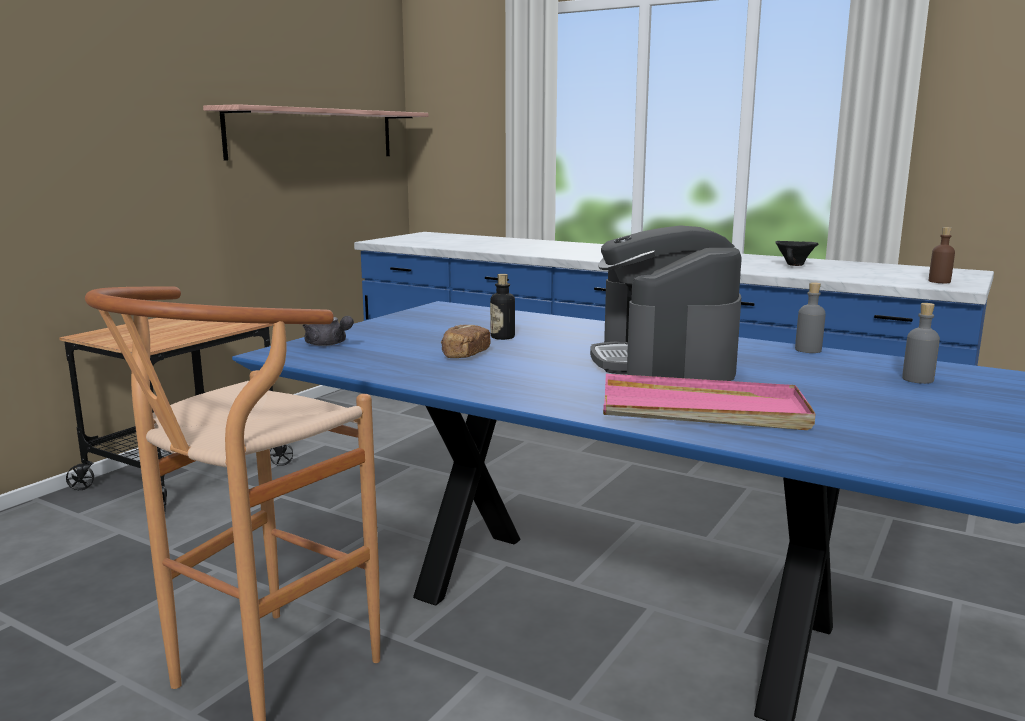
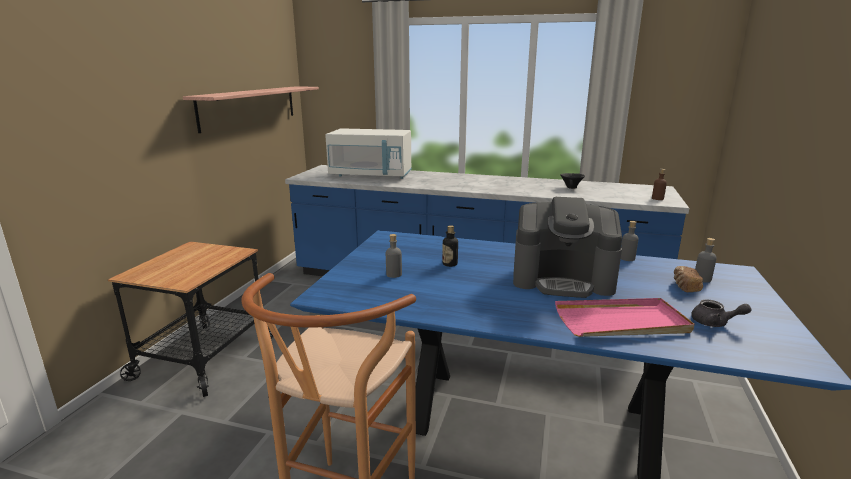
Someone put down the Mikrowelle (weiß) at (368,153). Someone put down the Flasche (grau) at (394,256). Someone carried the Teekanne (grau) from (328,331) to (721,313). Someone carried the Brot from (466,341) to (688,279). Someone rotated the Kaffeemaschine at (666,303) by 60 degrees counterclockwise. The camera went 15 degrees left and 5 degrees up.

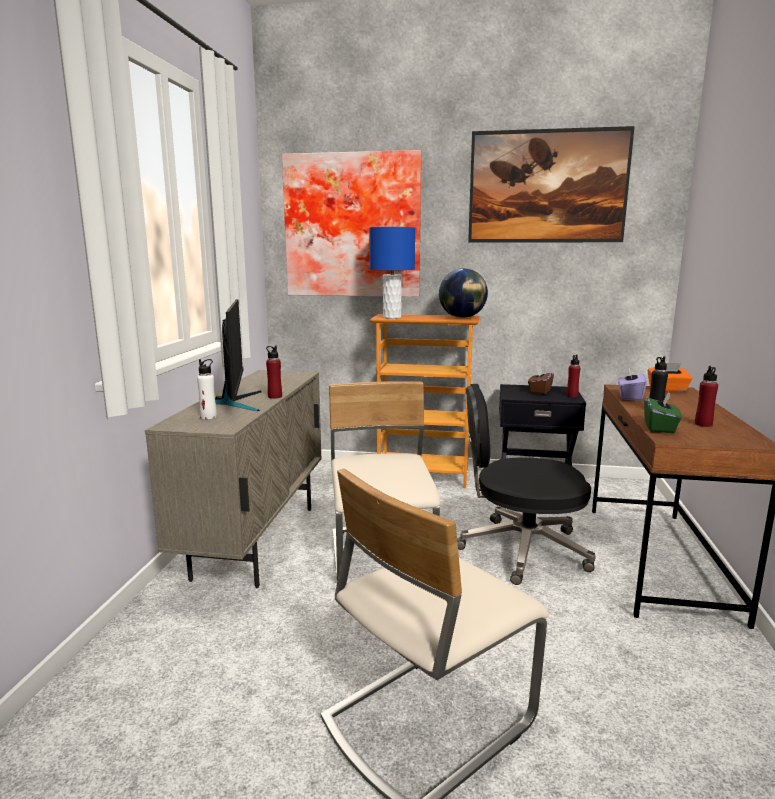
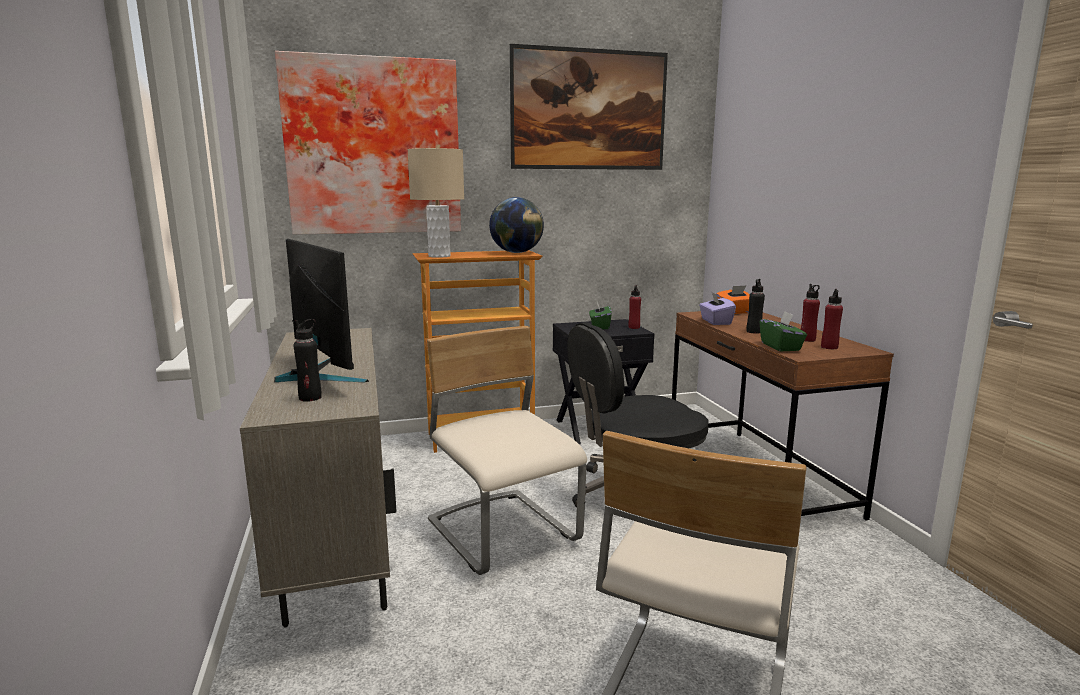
Someone carried the Flasche (rot) from (274,372) to (832,319). Someone repainted the Flasche (weiß) at (207,389), which became the Flasche (schwarz) at (308,360). Someone repainted the Tischlampe (blau) at (392,273), which became the Tischlampe (beige) at (435,203). Someone repainted the Taschentuchbox (braun) at (541,380), which became the Taschentuchbox (grün) at (600,315). The camera went 25 degrees left and 0 degrees up.

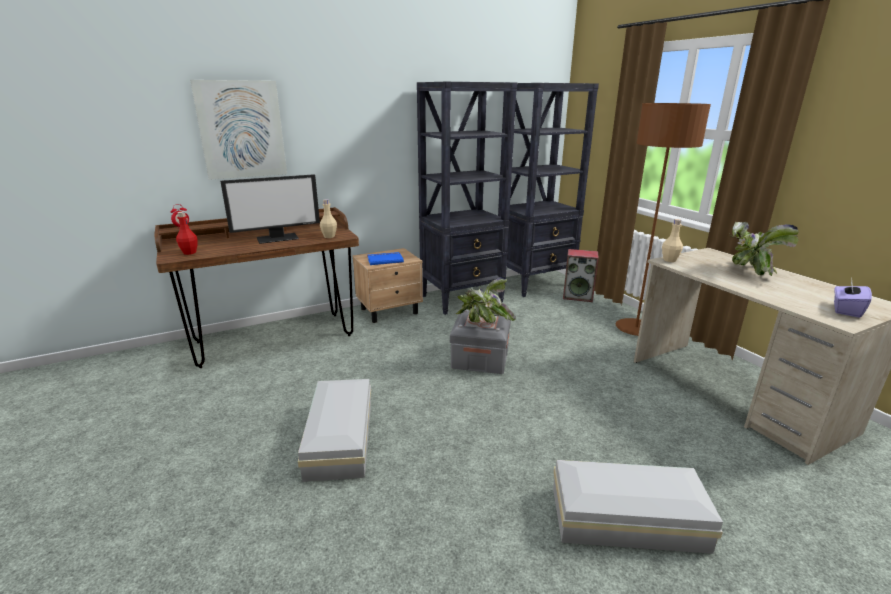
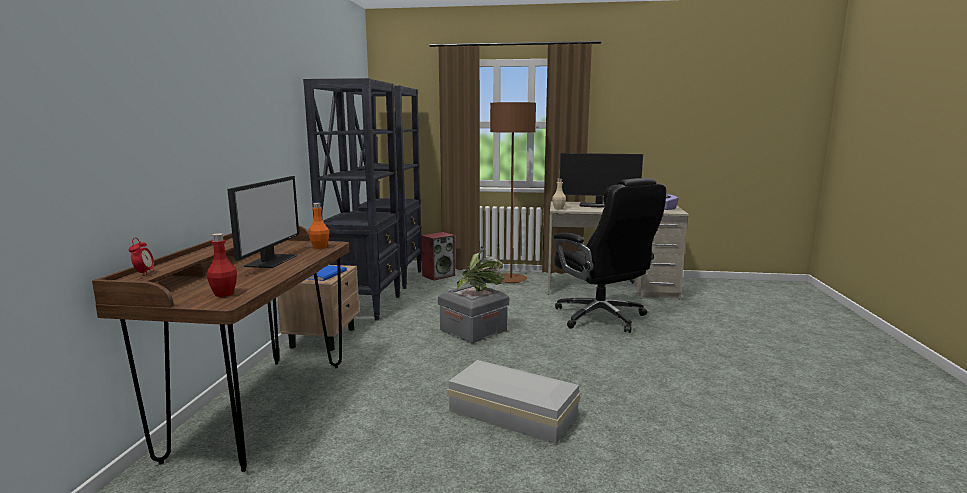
Someone took away the Bild at (238,130). Someone took away the Aufbewahrungsbox (weiß) at (638,507). Someone put down the Bürostuhl (schwarz) at (610,255). Someone swapped the Topfpflanze at (764,249) for the Monitor at (601,180). Someone repainted the Flasche (beige) at (328,218), which became the Flasche (orange) at (318,226). The camera went 55 degrees left and 10 degrees down.

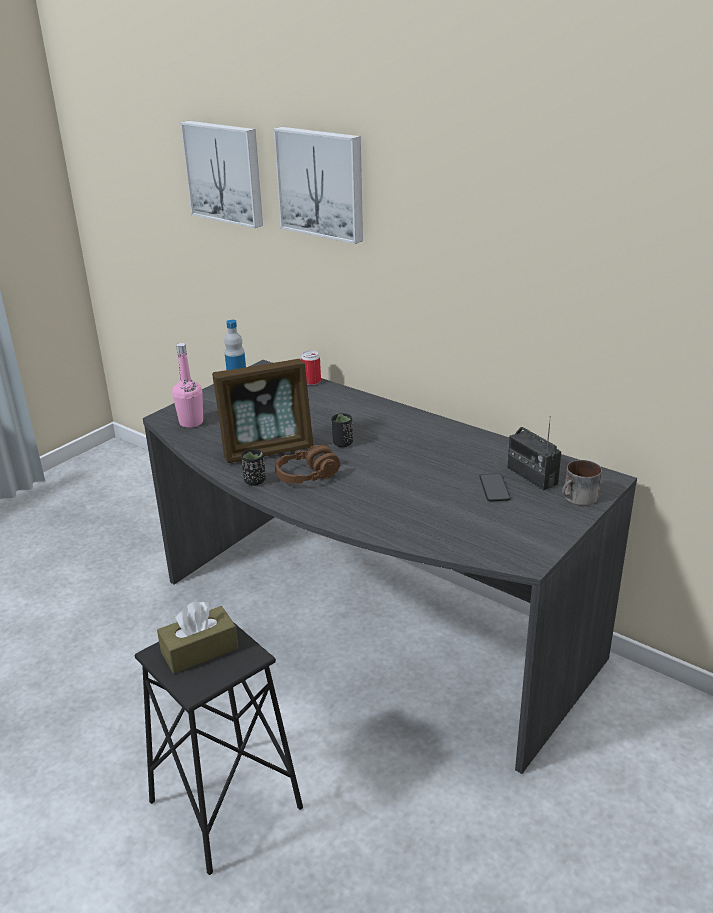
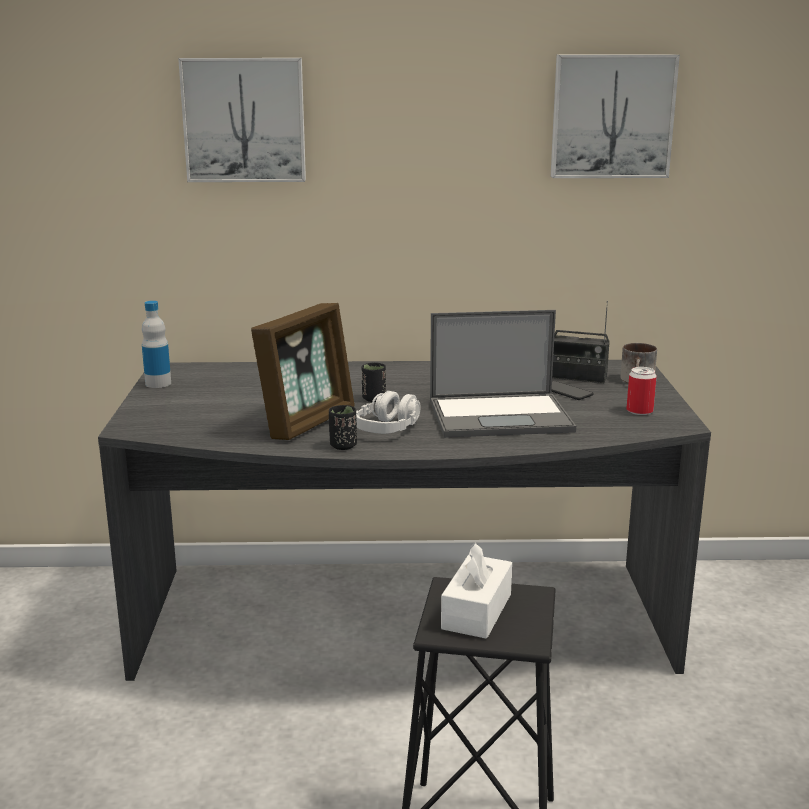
Someone took away the Flasche (rosa) at (187,385). Someone put down the Laptop at (503,374). Someone carried the Bild from (221,174) to (615,116). Someone carried the Dose from (311,367) to (641,391). Someone repainted the Taschentuchbox (braun) at (197,638), which became the Taschentuchbox (weiß) at (476,590). Someone repainted the Kopfhörer (braun) at (307,464), which became the Kopfhörer (grau) at (388,412). The camera went 40 degrees left and 10 degrees down.

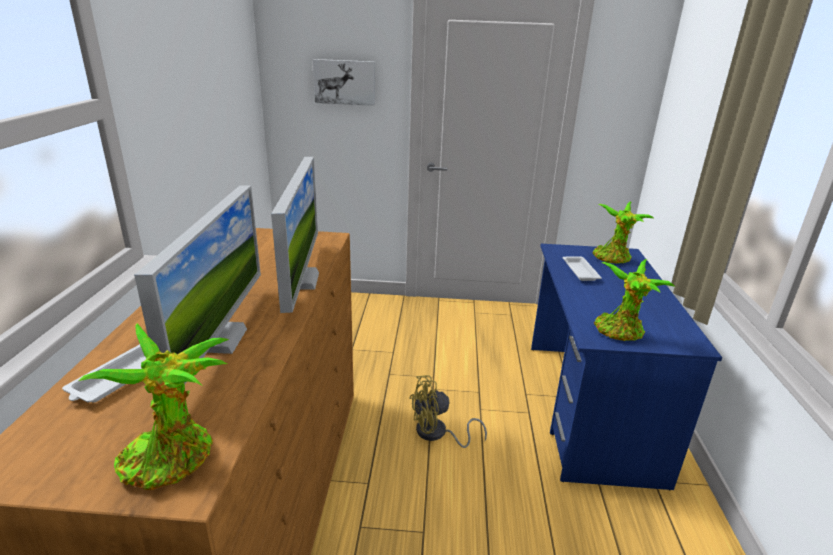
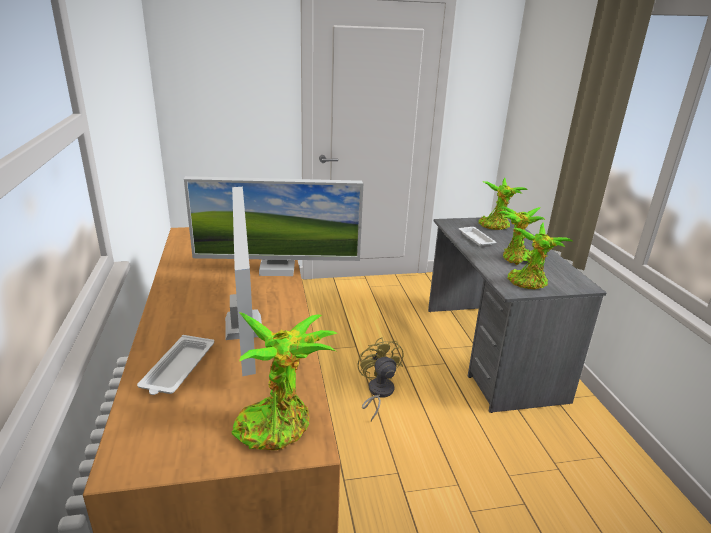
Someone took away the Bild at (344,82). Someone put down the Topfpflanze at (521,235). Someone repainted the Schreibtisch (blau) at (626,367), which became the Schreibtisch (grau) at (517,315). Someone rotated the Monitor at (295,235) by 105 degrees clockwise. Someone rotated the Ventilator (gelb) at (448,411) by 105 degrees clockwise. The camera went 15 degrees left and 0 degrees up.

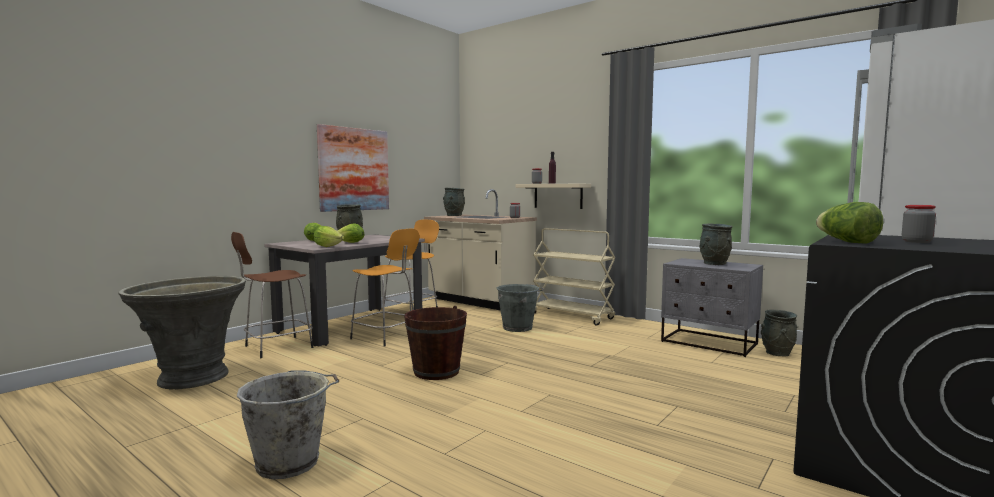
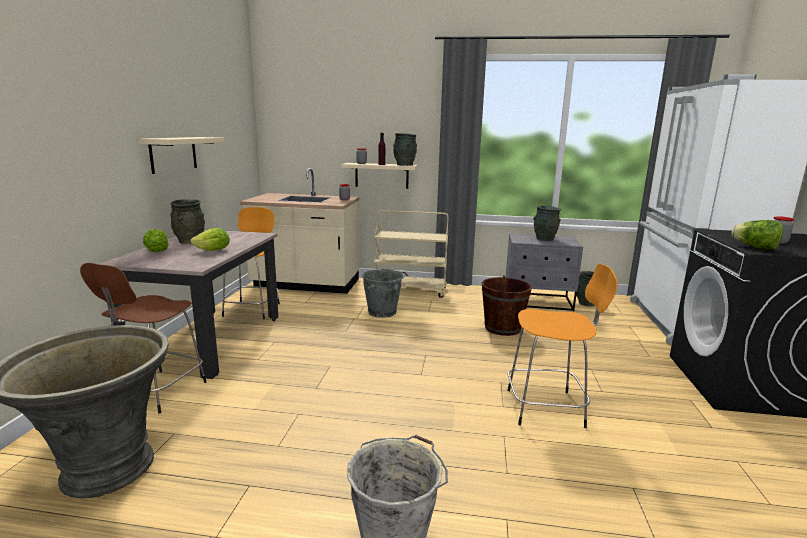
Someone took away the Salatkopf at (329,236). Someone carried the Hocker (orange) from (384,288) to (563,346). Someone carried the Eimer (braun) from (435,343) to (507,305). Someone carried the Vase (grau) from (454,202) to (405,149). Someone swapped the Bild at (353,168) for the Wandregal (beige) at (182,155). The camera went 30 degrees left and 10 degrees up.

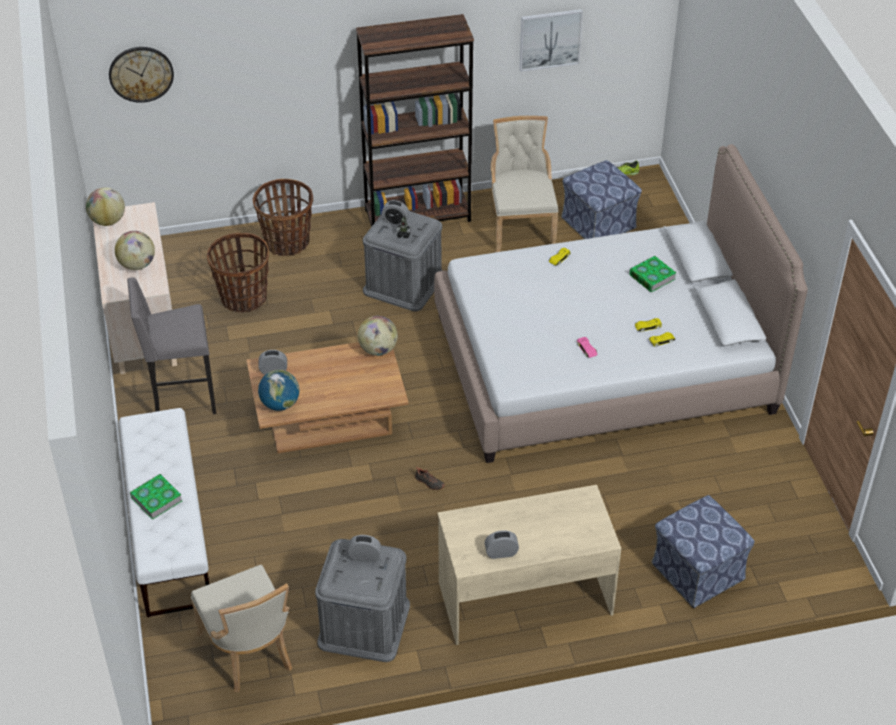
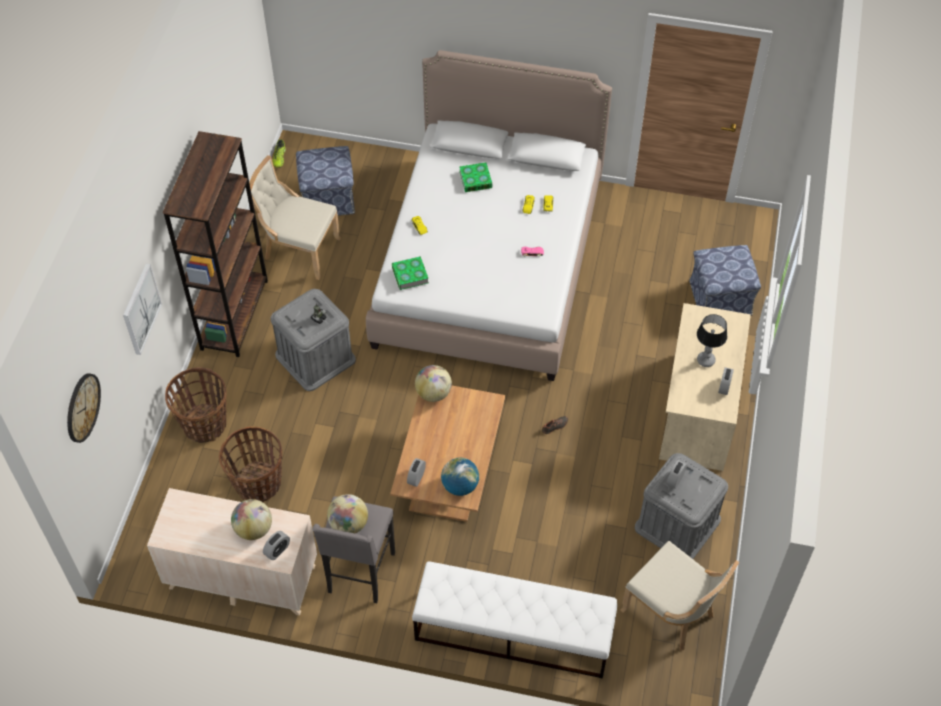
Someone put down the Tischlampe at (712,340). Someone carried the Globus from (105,206) to (347,513). Someone carried the Buch from (156,497) to (410,273). Someone carried the Wecker from (395,212) to (276,545). Someone carried the Bild from (551,40) to (142,309). Someone rotated the Stuhl (beige) at (241,628) by 45 degrees clockwise. The camera went 65 degrees left and 10 degrees up.

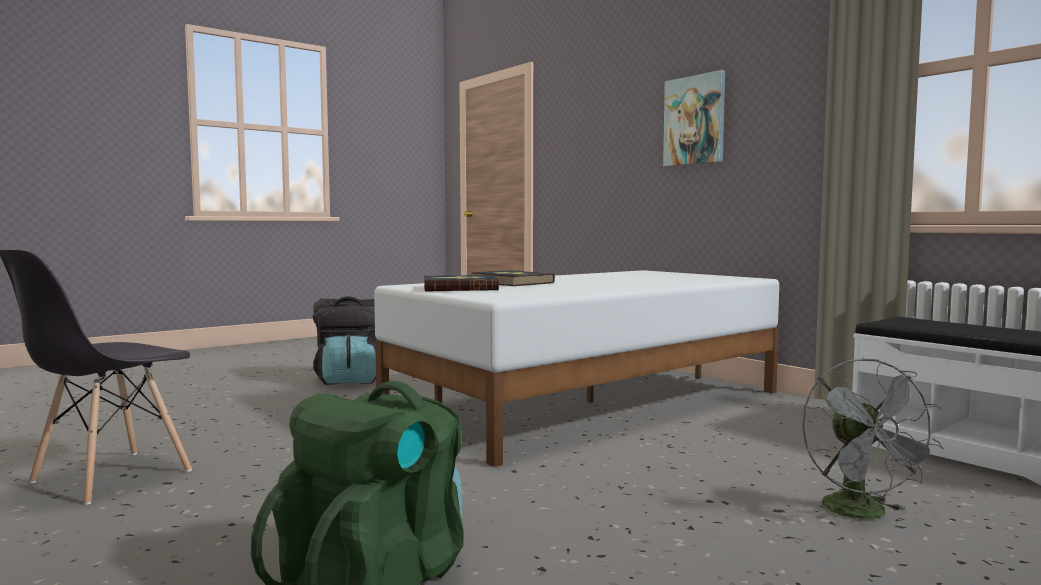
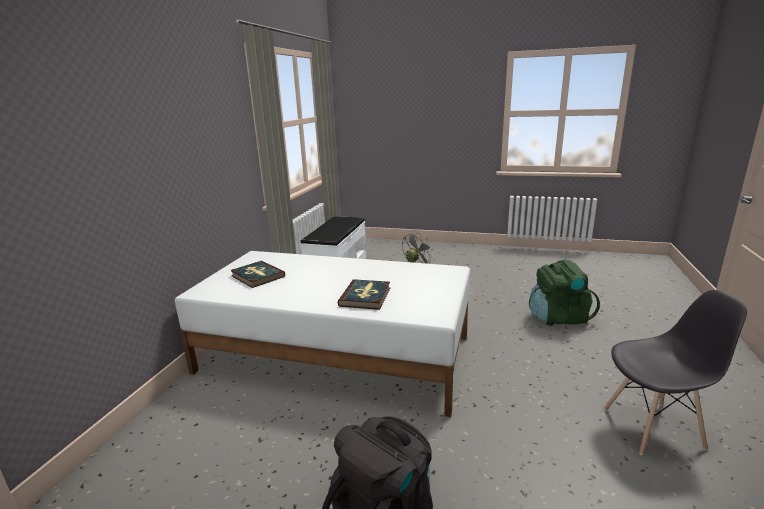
Someone took away the Bild at (694,118). Someone carried the Buch from (461,283) to (257,274). The camera went 125 degrees left and 15 degrees up.

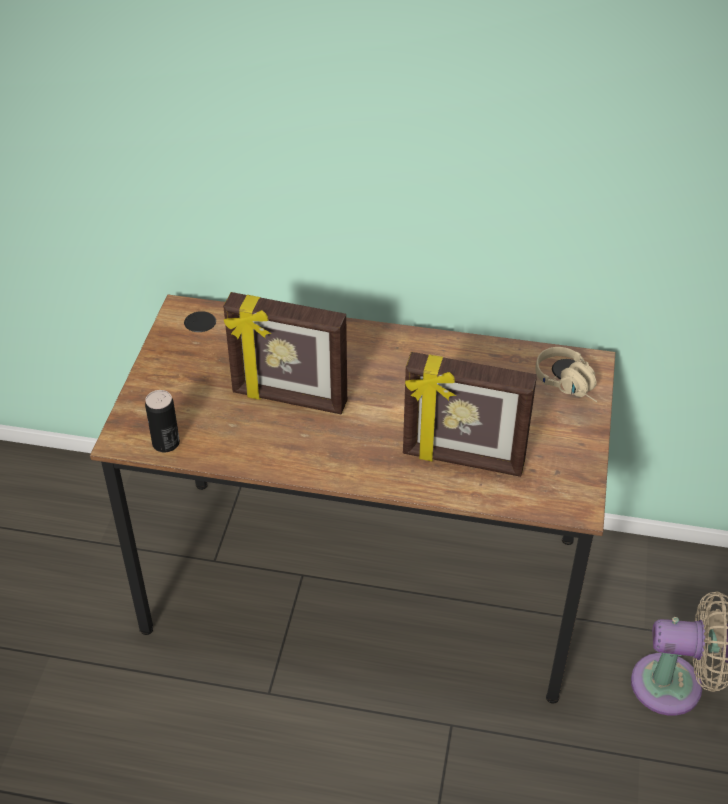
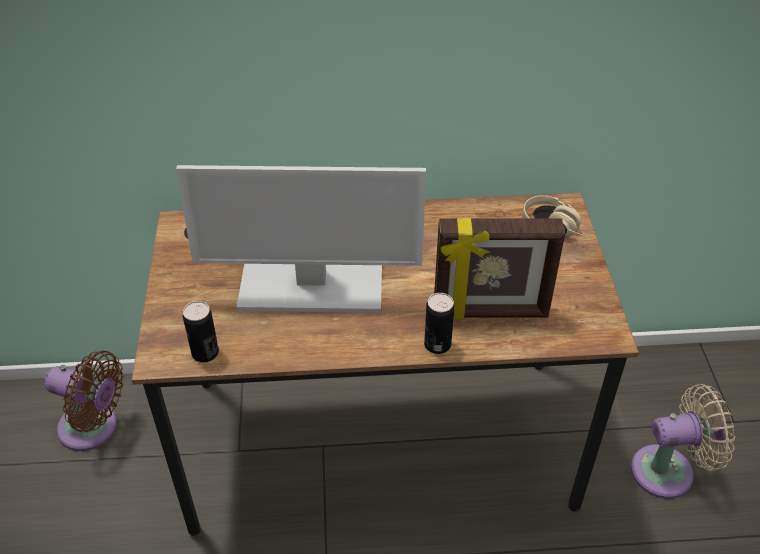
Someone put down the Ventilator (braun) at (84,401). Someone put down the Dose at (439,323). Someone swapped the Bilderrahmen at (285,353) for the Monitor at (301,239). The camera went 15 degrees left and 0 degrees up.

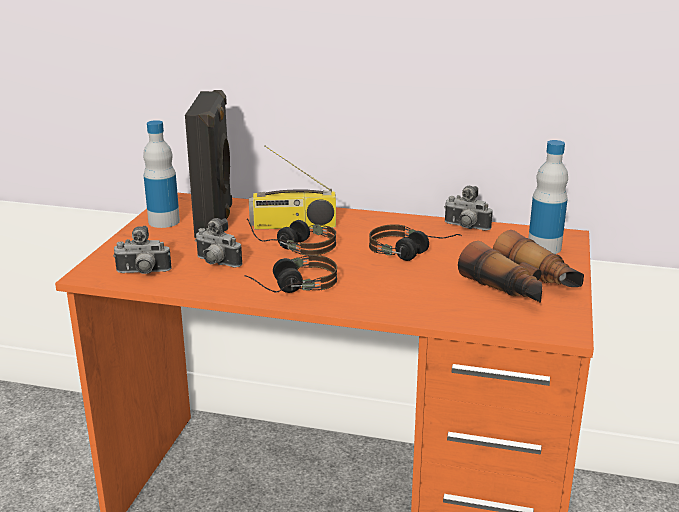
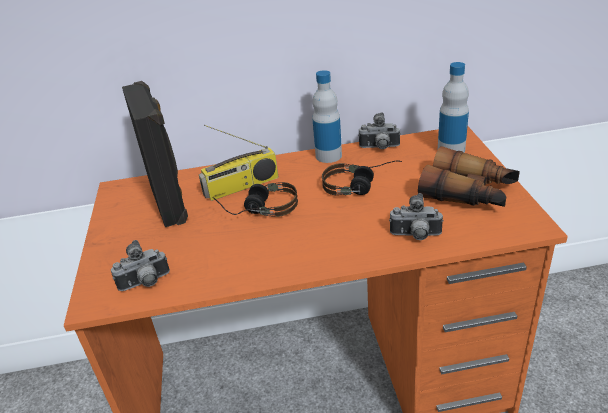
Someone took away the Kopfhörer at (290,274). Someone carried the Flasche from (161,174) to (327,116). Someone carried the Kamera from (218,243) to (416,216). The camera went 20 degrees left and 10 degrees up.

